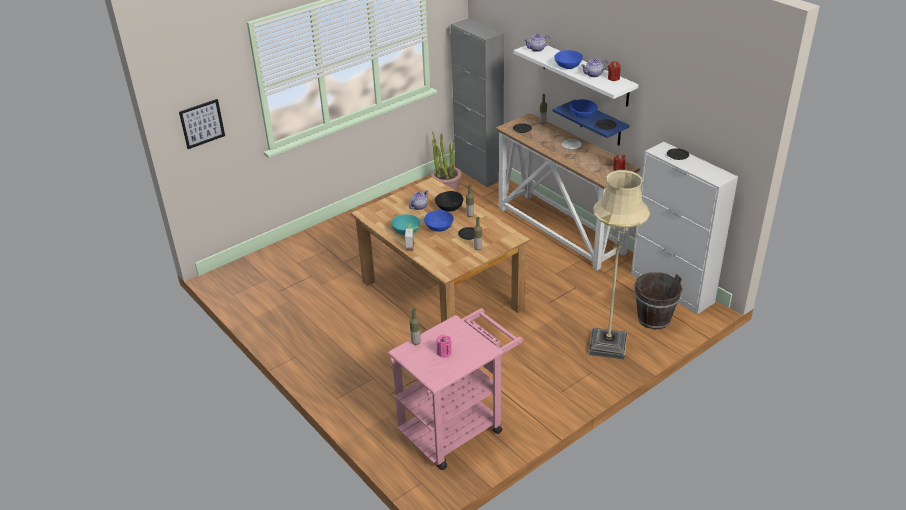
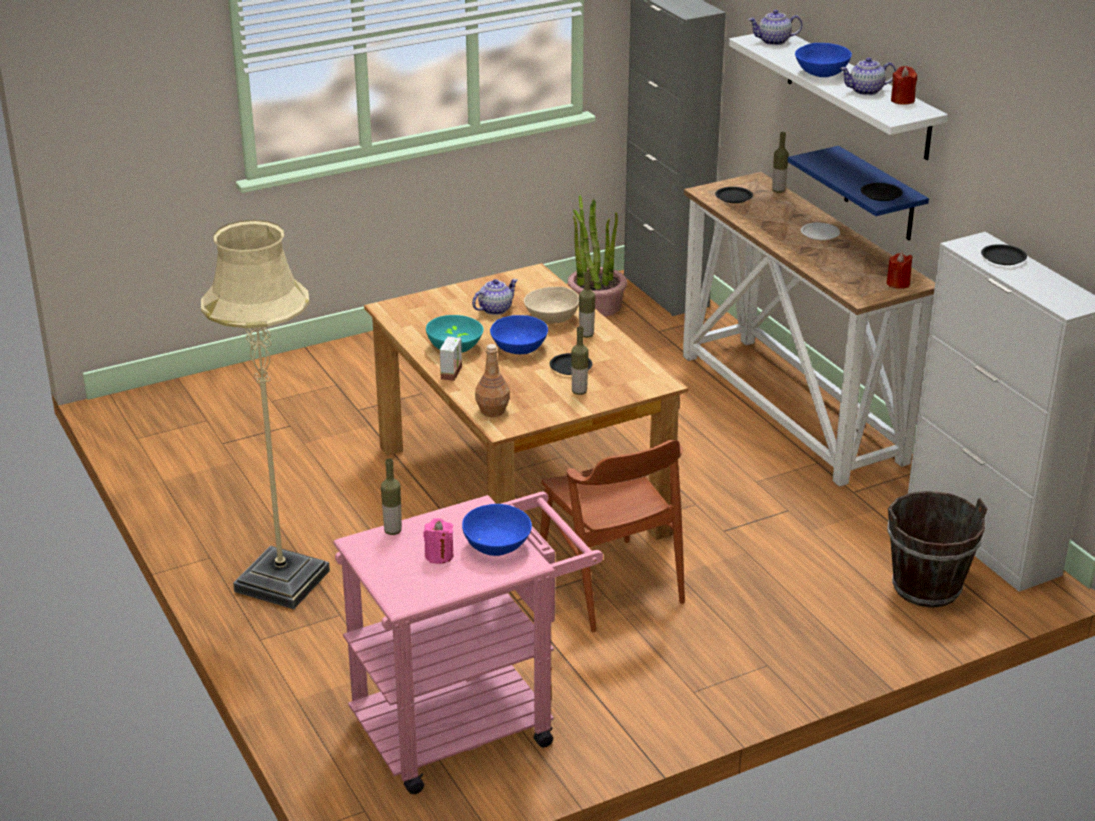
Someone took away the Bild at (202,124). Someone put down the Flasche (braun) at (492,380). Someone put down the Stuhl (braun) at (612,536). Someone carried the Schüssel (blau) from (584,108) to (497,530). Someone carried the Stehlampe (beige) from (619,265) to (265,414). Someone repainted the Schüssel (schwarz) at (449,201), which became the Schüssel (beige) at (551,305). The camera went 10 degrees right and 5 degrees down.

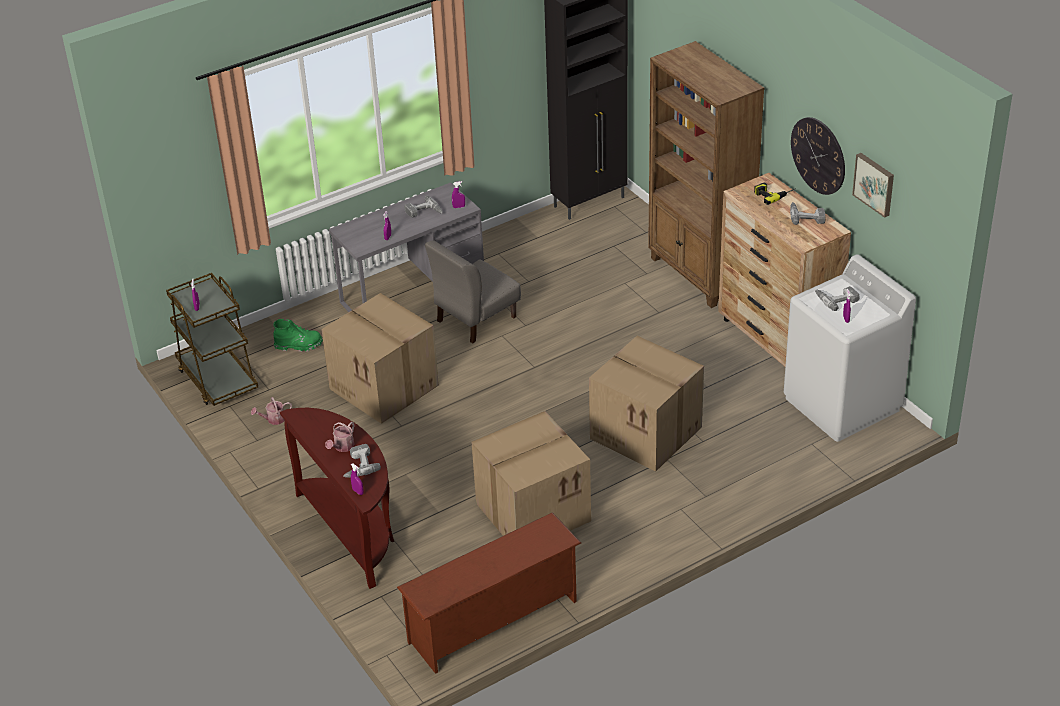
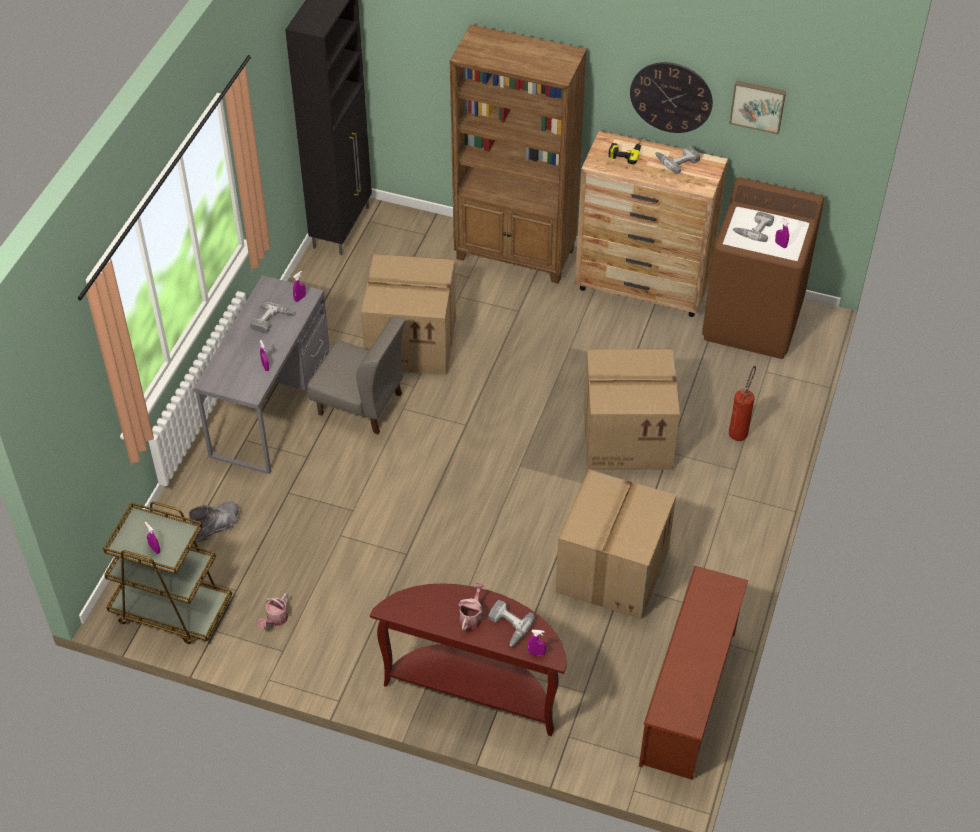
Someone put down the Feuerlöscher at (742,403). Someone carried the Karton from (380,358) to (408,314). Someone repainted the Stiefel (grün) at (298,335), which became the Stiefel (grau) at (214,522). Someone repainted the Waschmaschine (weiß) at (850,348), which became the Waschmaschine (braun) at (763,268). Someone rotated the Gießkanne at (340,437) by 150 degrees counterclockwise. Someone rotated the Stuhl (grau) at (473,291) by 75 degrees counterclockwise. The camera went 40 degrees left and 10 degrees up.

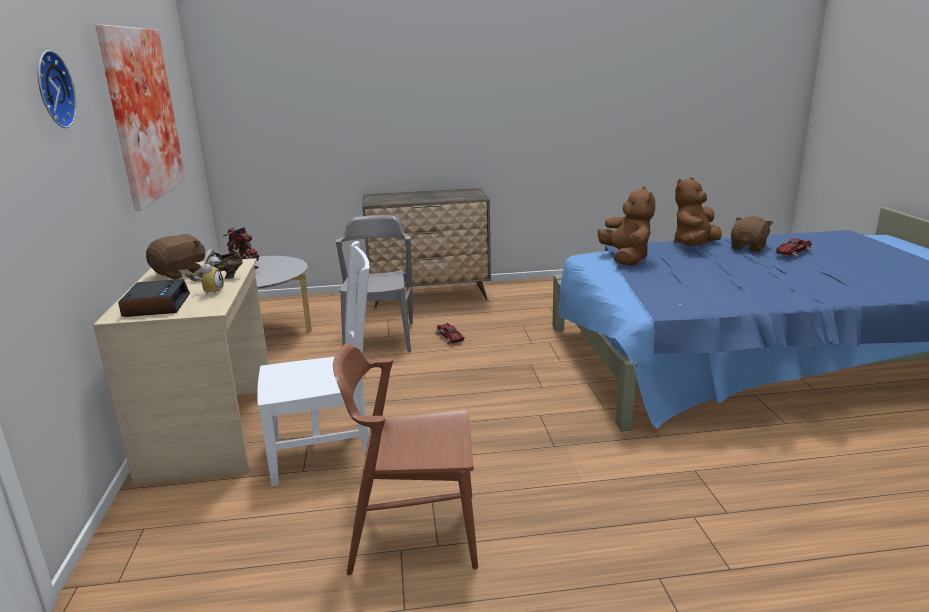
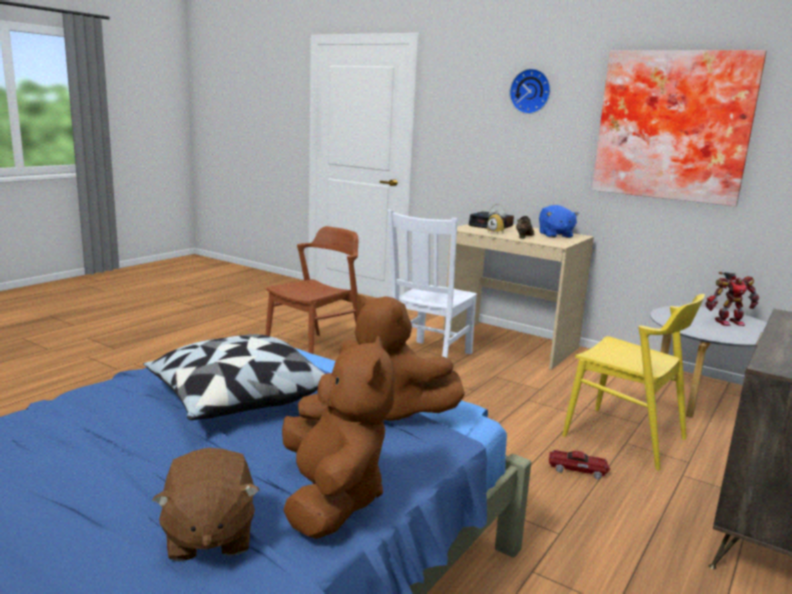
Someone took away the Spielzeugauto at (793,248). Someone put down the Kissen at (233,377). Someone repainted the Plüschtier (braun) at (175,257), which became the Plüschtier (blau) at (559,221). Someone repainted the Stuhl (grau) at (374,283), which became the Stuhl (gelb) at (633,382). The camera went 130 degrees right and 5 degrees down.

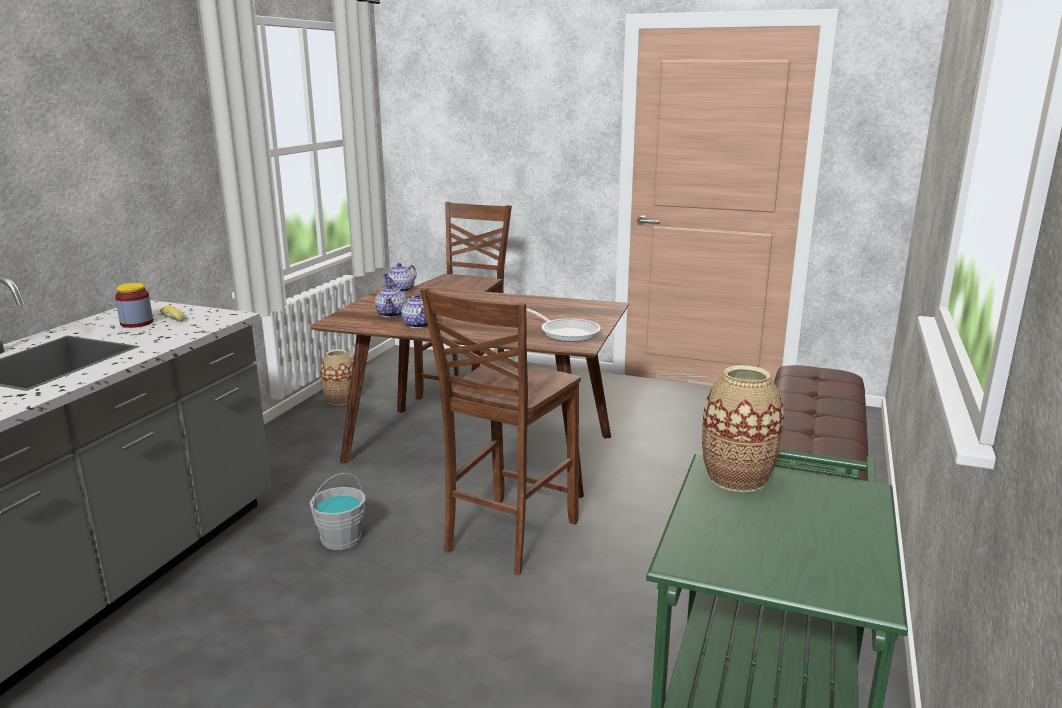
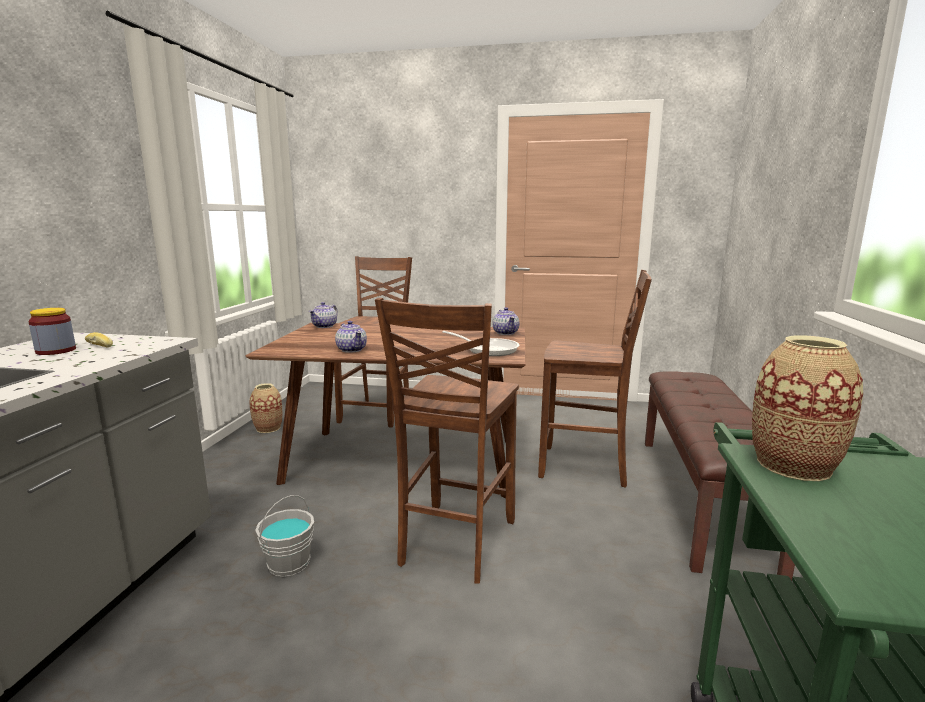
Someone put down the Stuhl (braun) at (595,379). Someone carried the Teekanne from (391,301) to (505,321). The camera went 10 degrees left and 5 degrees down.

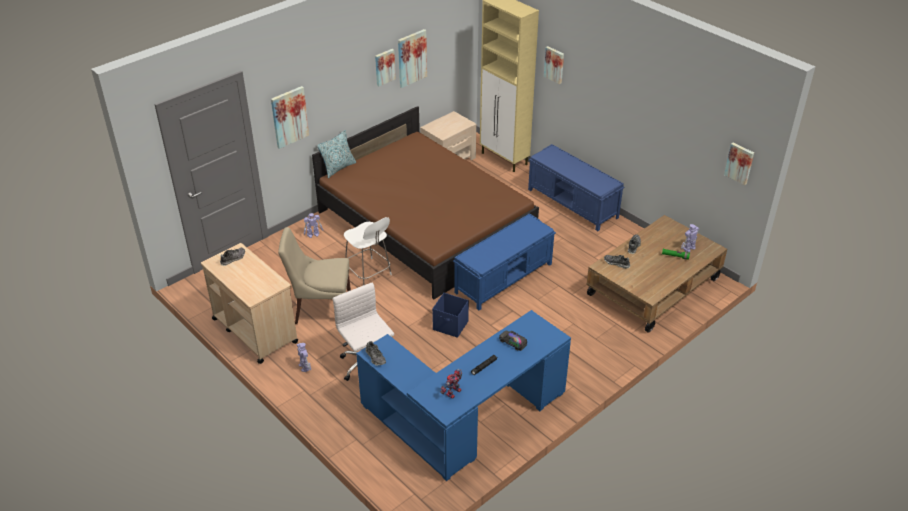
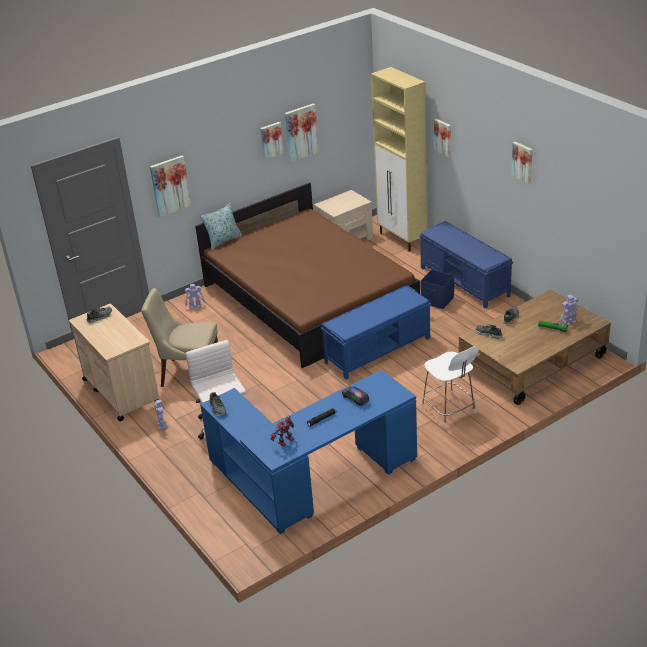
Someone carried the Stuhl (weiß) from (368,251) to (450,386). Someone carried the Aufbewahrungsbox (blau) from (450,315) to (437,289). Someone carried the Bild from (739,164) to (522,162). The camera went 10 degrees right and 5 degrees down.

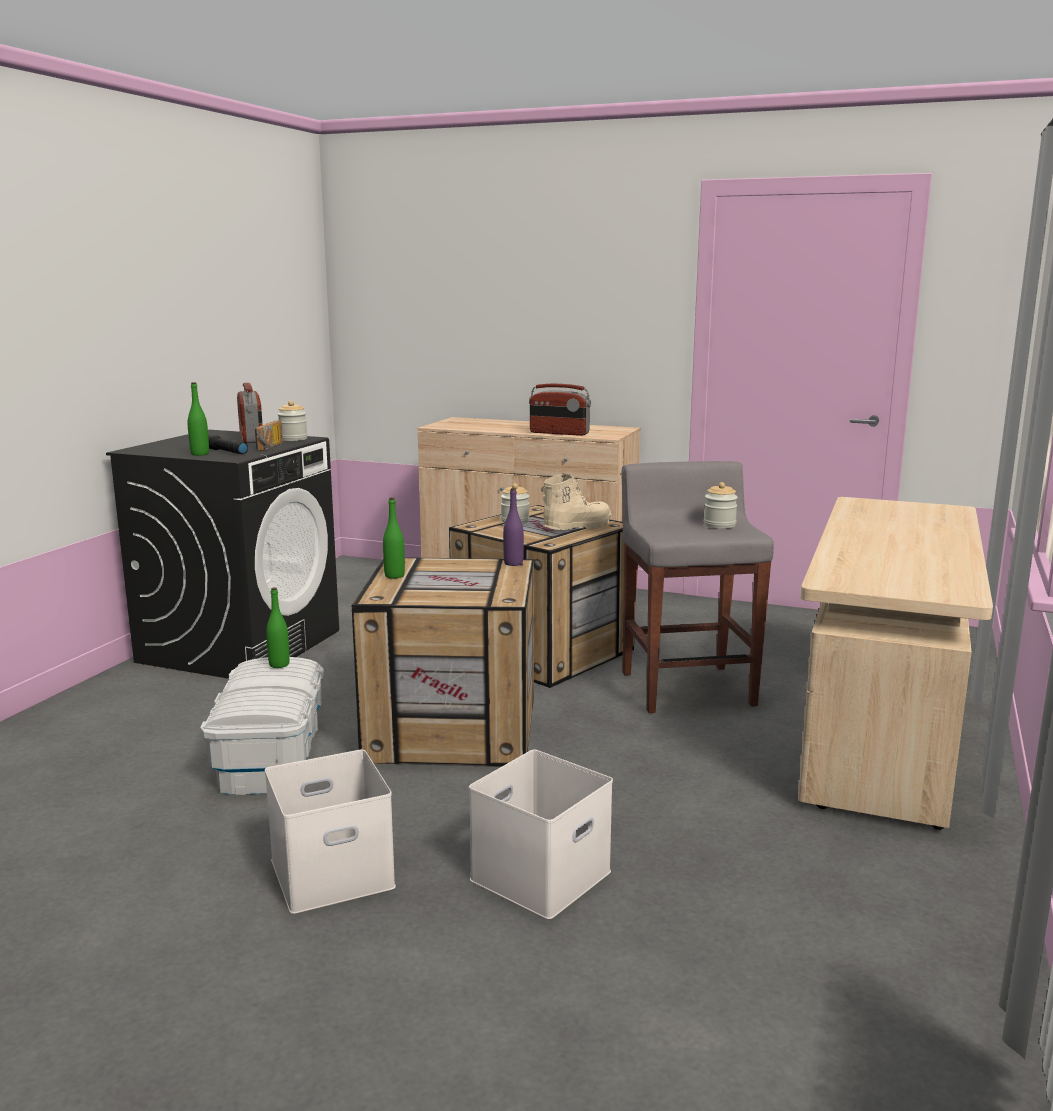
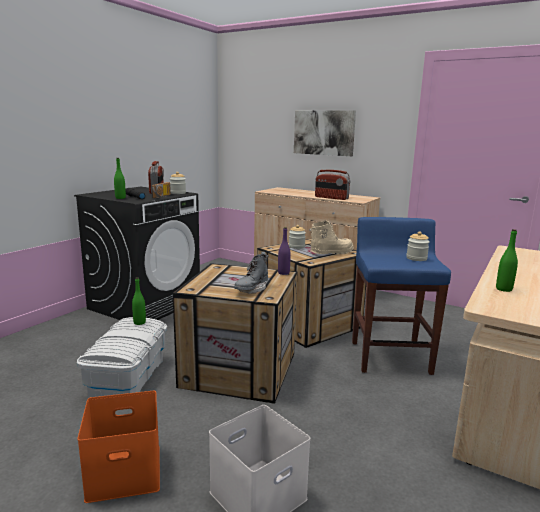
Someone put down the Stiefel (grau) at (251,273). Someone put up the Bild at (325,133). Someone carried the Flasche (grün) from (394,538) to (507,260). Someone repainted the Aufbewahrungsbox (weiß) at (330,832), which became the Aufbewahrungsbox (orange) at (119,447). Someone repainted the Hocker (grau) at (698,587), which became the Hocker (blau) at (401,296). The camera went 10 degrees right and 0 degrees up.

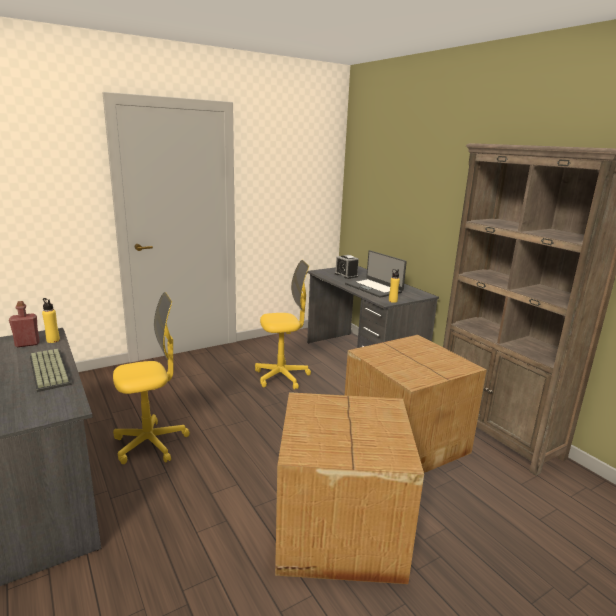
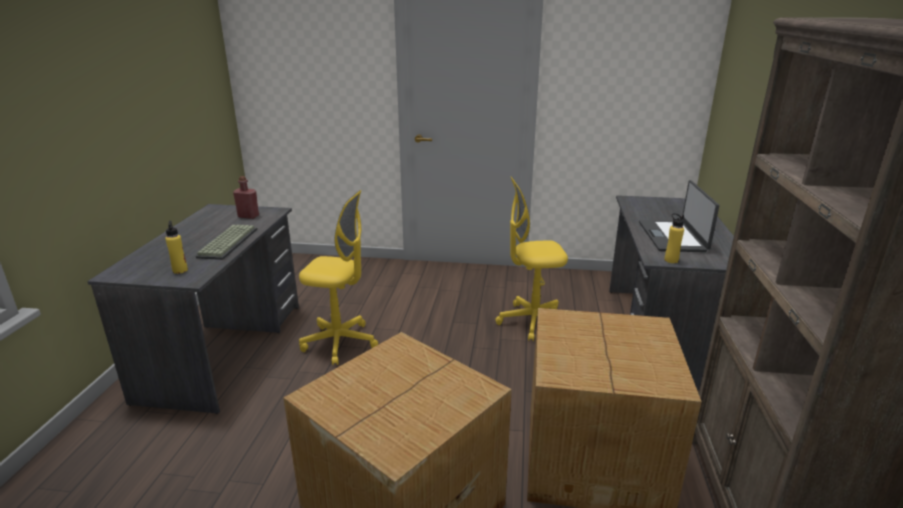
Someone took away the Wecker at (347,267). Someone carried the Flasche (gelb) from (51,320) to (176,247). Someone rotated the Bürostuhl (gelb) at (283,325) by 150 degrees clockwise. The camera went 40 degrees right and 5 degrees up.

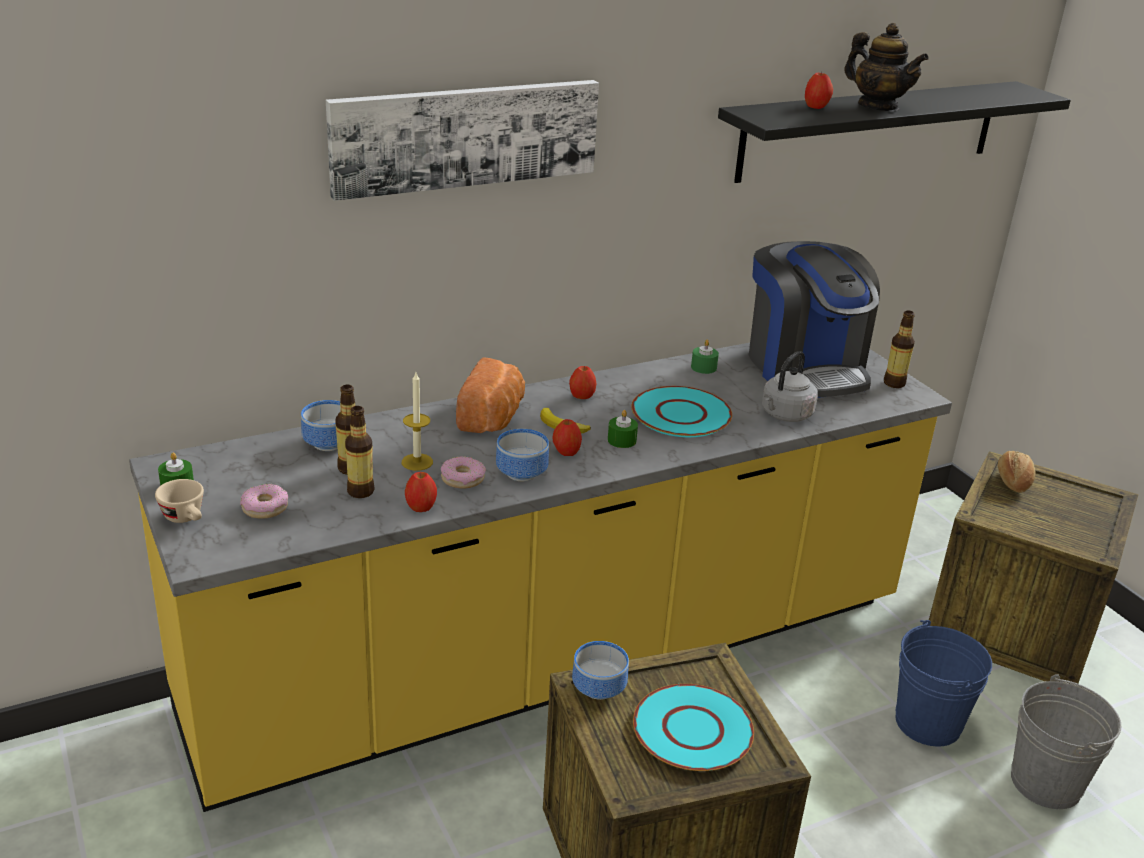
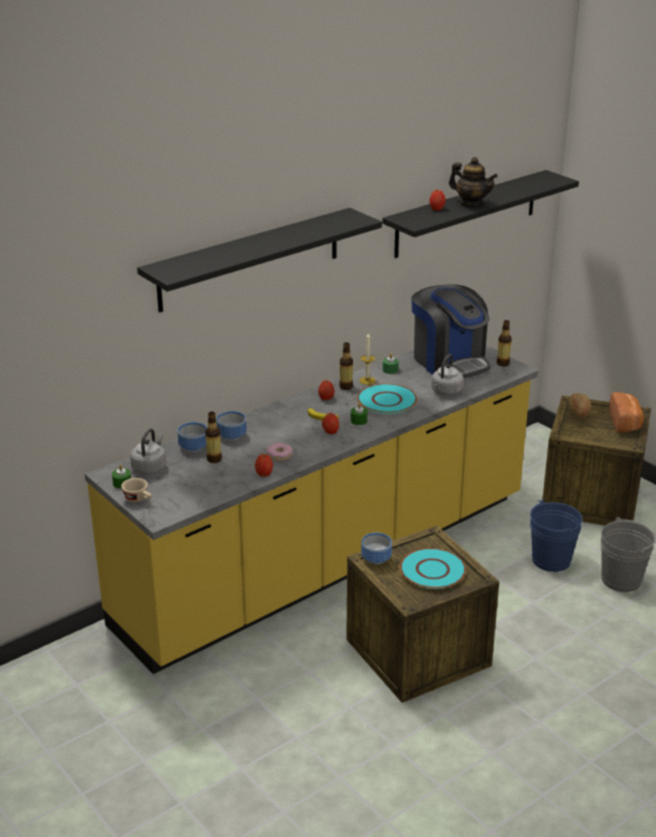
Someone took away the Donut at (264,501). Someone put down the Wasserkessel (grau) at (148,451). Someone carried the Flasche from (360,452) to (346,366). Someone carried the Kerze from (417,422) to (367,359). Someone carried the Brot from (490,395) to (626,412). Someone carried the Schüssel from (522,455) to (231,426). Someone swapped the Bild at (462,140) for the Wandregal (schwarz) at (259,260). The camera went 10 degrees left and 0 degrees up.

